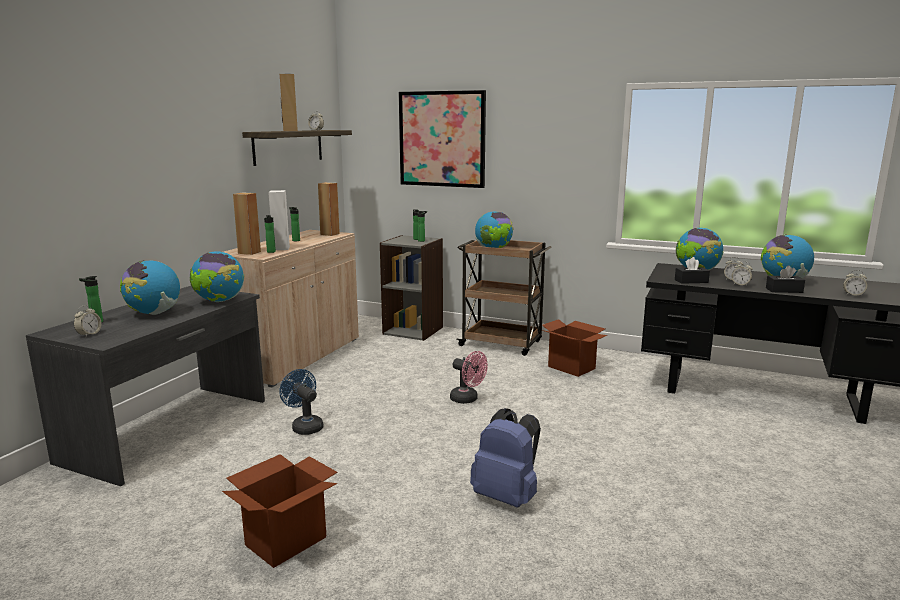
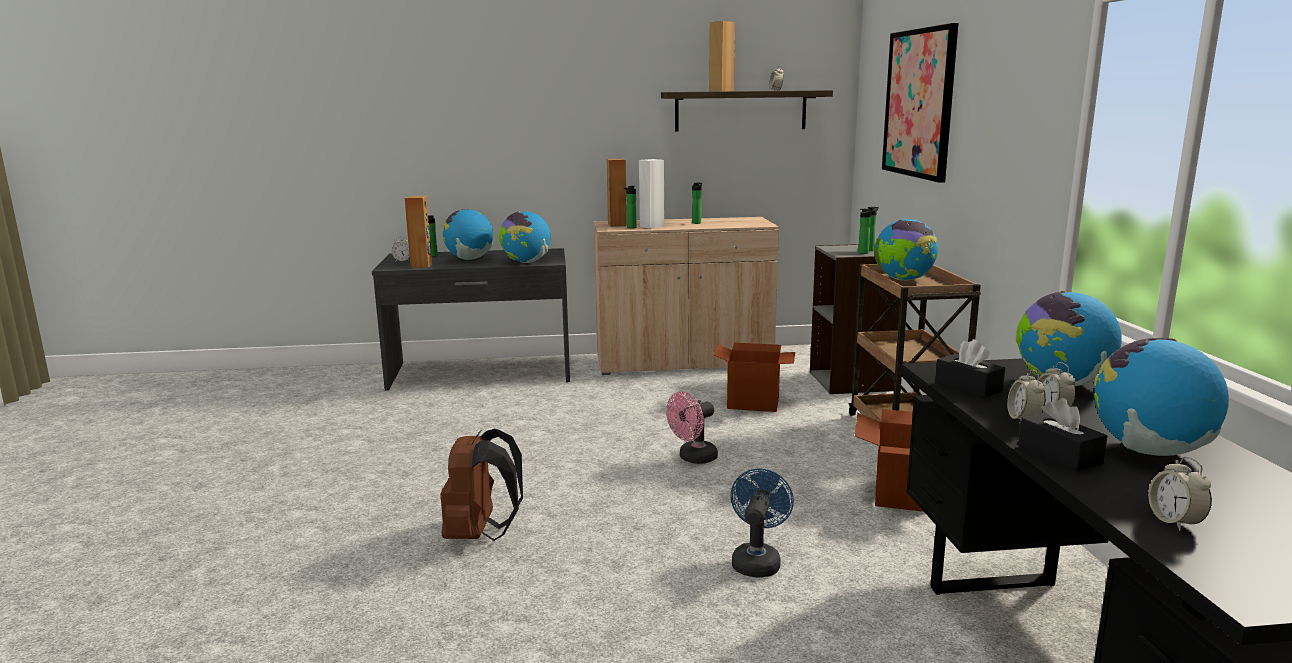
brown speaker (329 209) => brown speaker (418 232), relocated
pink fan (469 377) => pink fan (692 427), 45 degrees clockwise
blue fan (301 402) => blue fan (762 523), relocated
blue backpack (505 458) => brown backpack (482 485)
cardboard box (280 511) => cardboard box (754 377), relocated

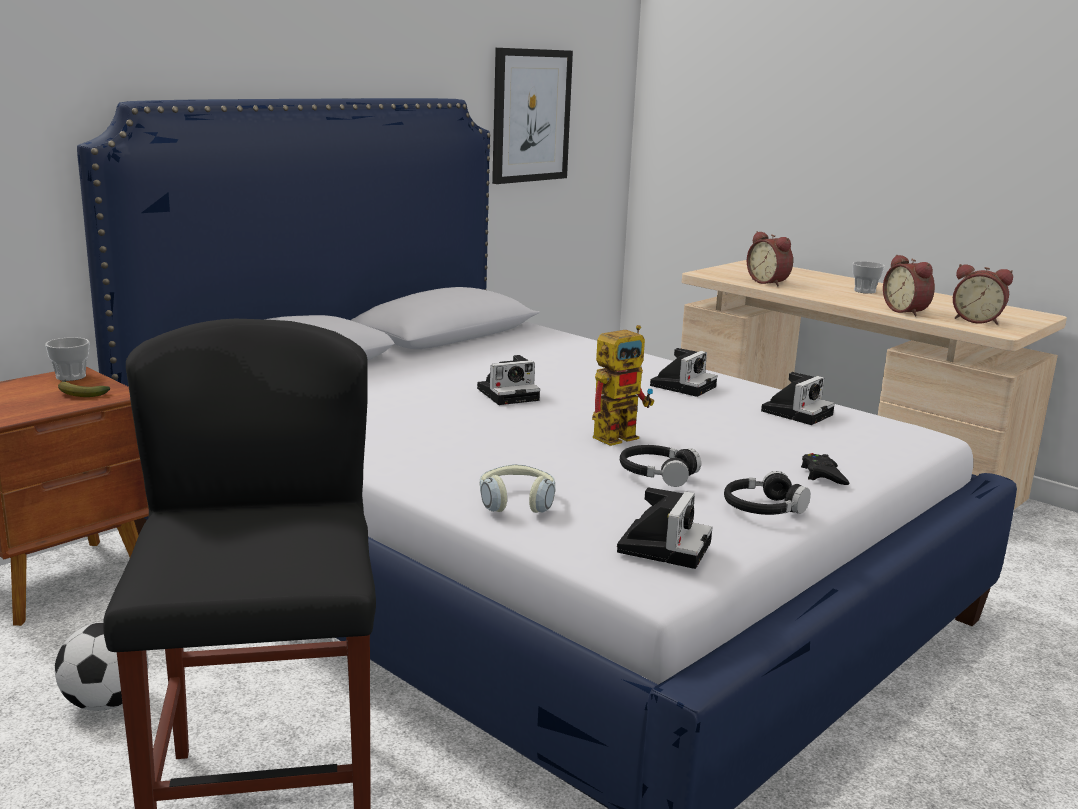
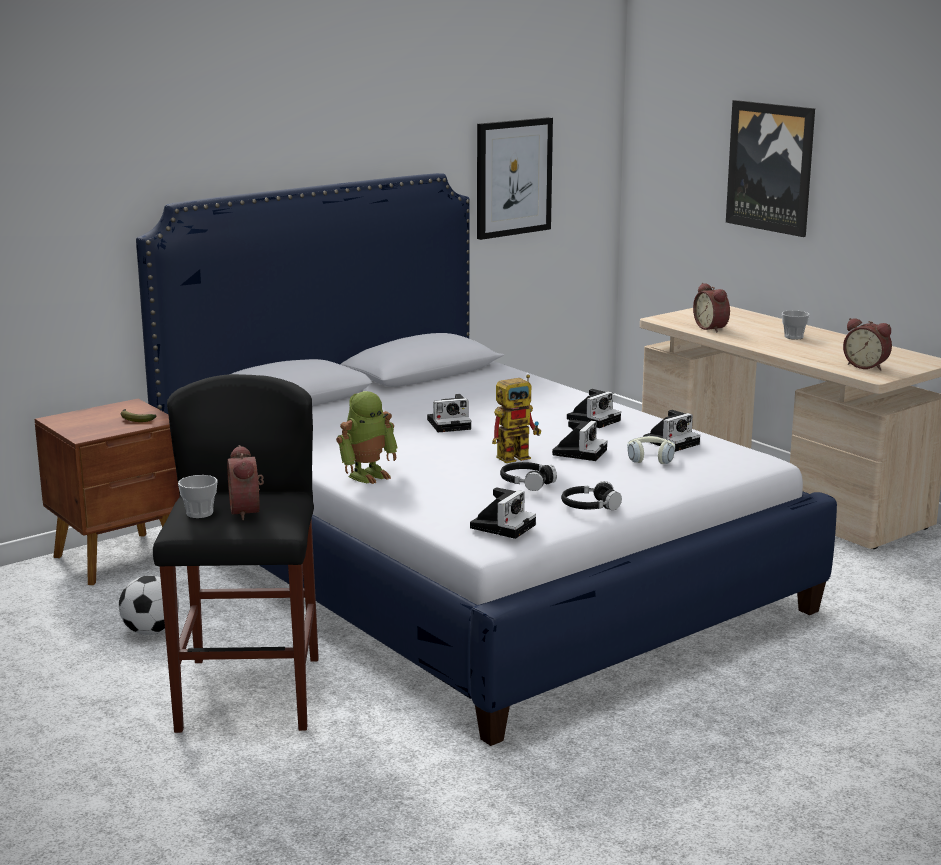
alarm clock (909 285) => alarm clock (245 482), relocated
cup (67 359) => cup (198 496), relocated
black game controller (825 469) => nothing
headphones (517 488) => headphones (651 450), relocated
nothing => picture (770 168)
nothing => toy robot (366 437)
nothing => photo camera (579 440)

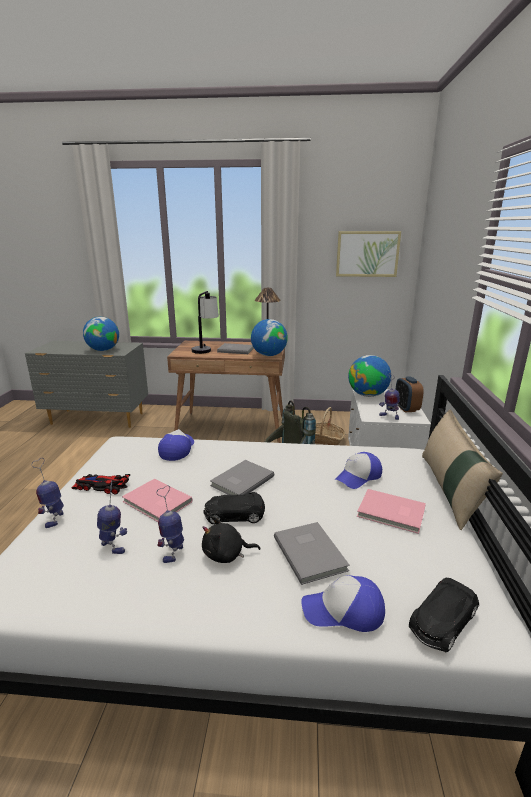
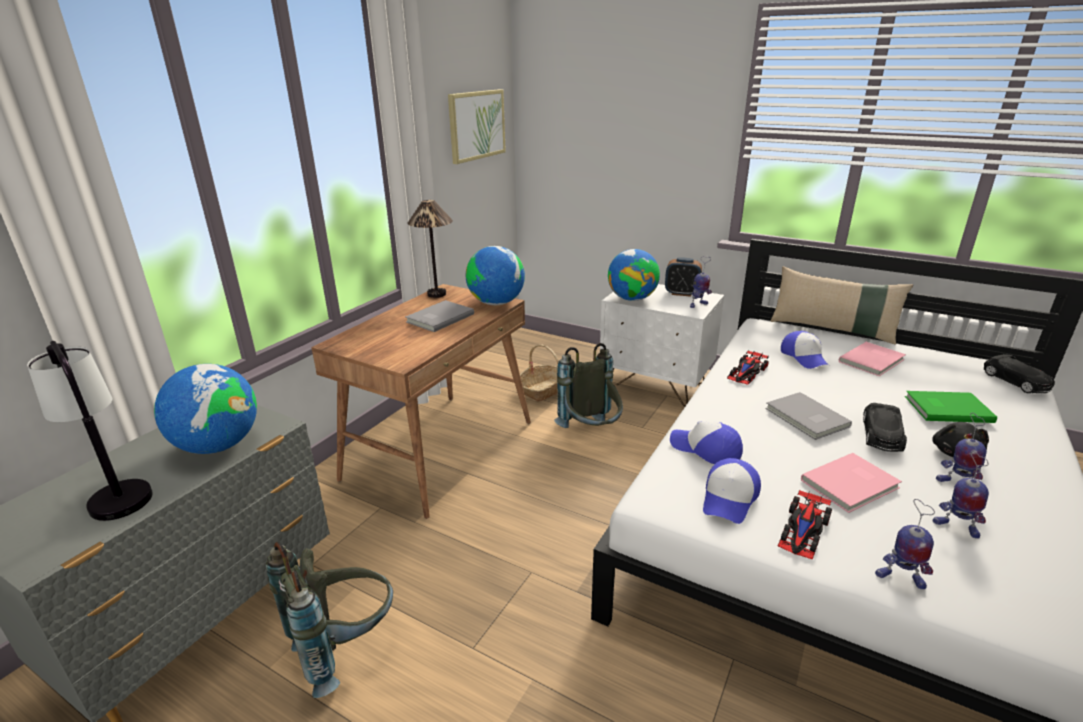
table lamp (205 322) => table lamp (90 431), relocated
toy robot (112 517) => toy robot (961 495), 120 degrees counterclockwise
grey book (312 553) => green book (951 407)
cap (343 603) => cap (732 491), relocated
nothing => toy car (748 368)
nothing => grey backpack (329 620)

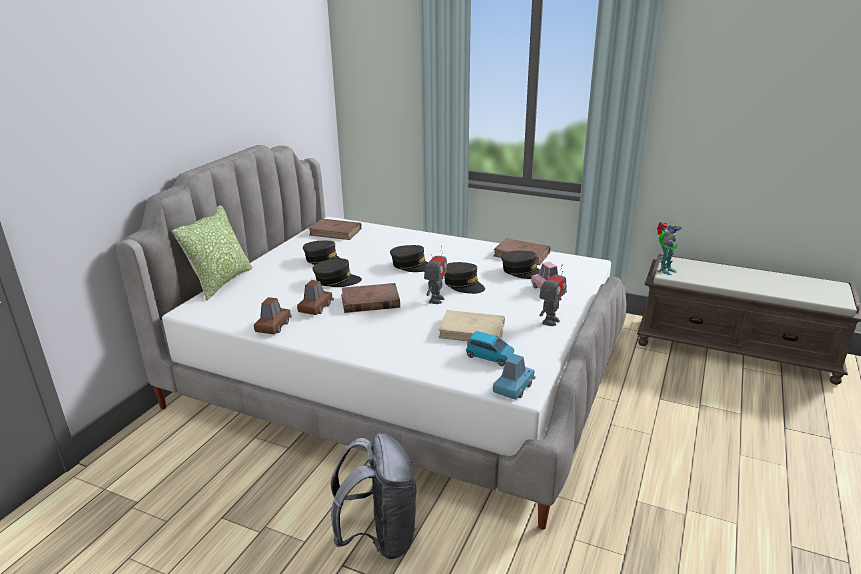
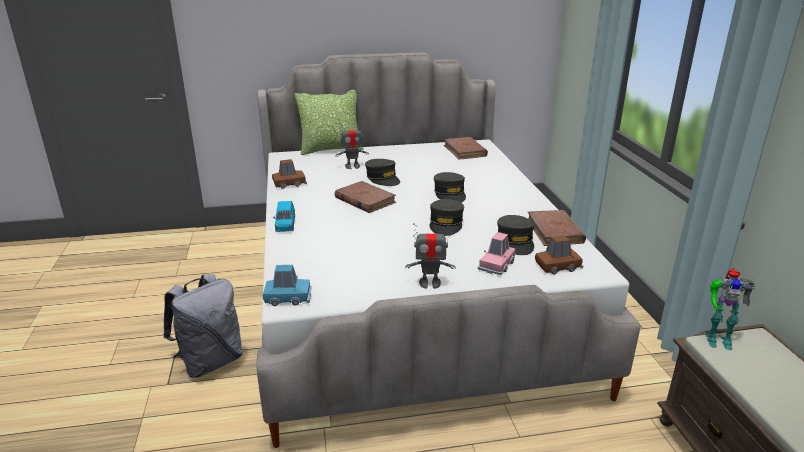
grey cap (322 253) => nothing
toy robot (435 274) => toy robot (352 146), relocated
brown toy car (315 297) => brown toy car (559 255), relocated
beige book (471 325) => nothing
blue toy car (490 348) => blue toy car (284 216), relocated

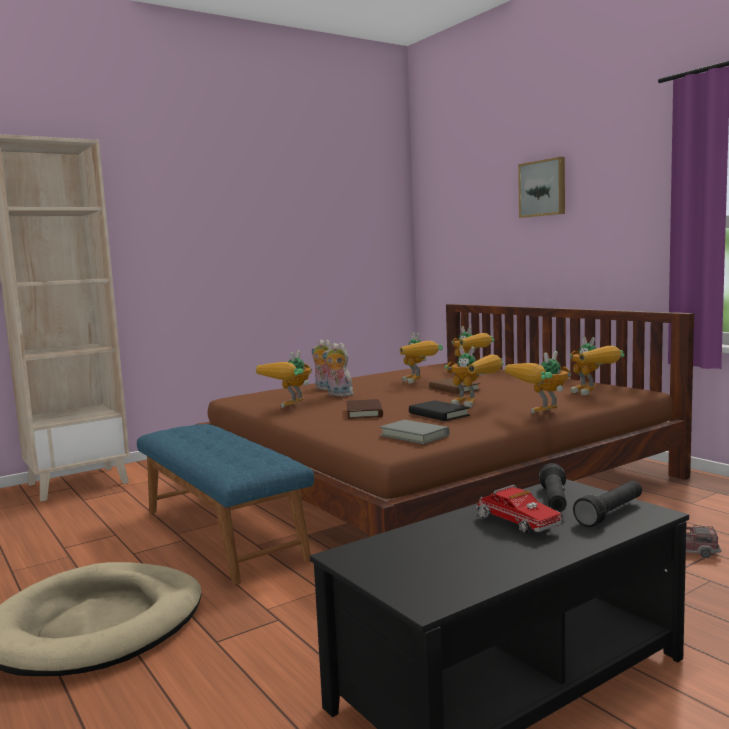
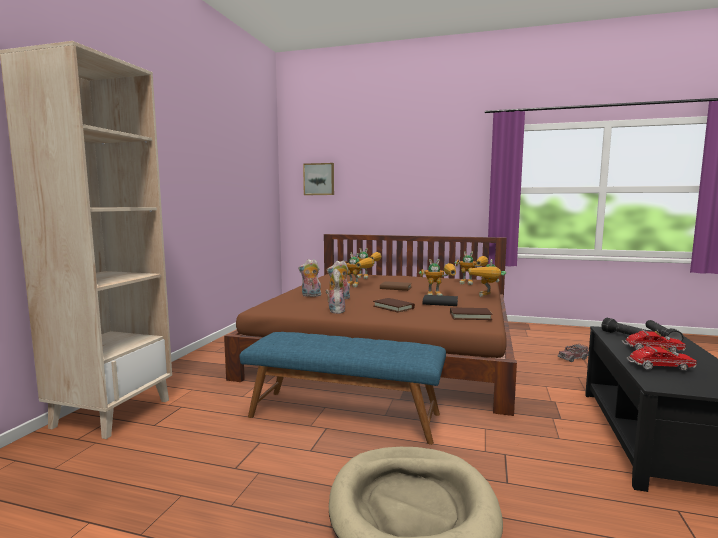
picture (541 187) => picture (318 179), relocated
toy robot (284 379) => plush toy (335 291)
grey book (414 432) => brown book (471 313)
nothing => toy truck (662 358)

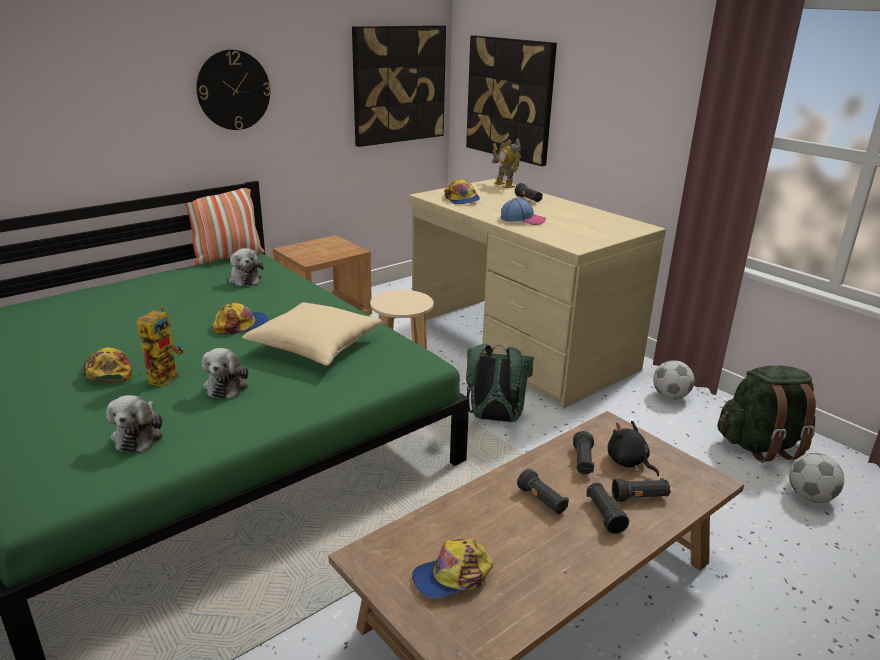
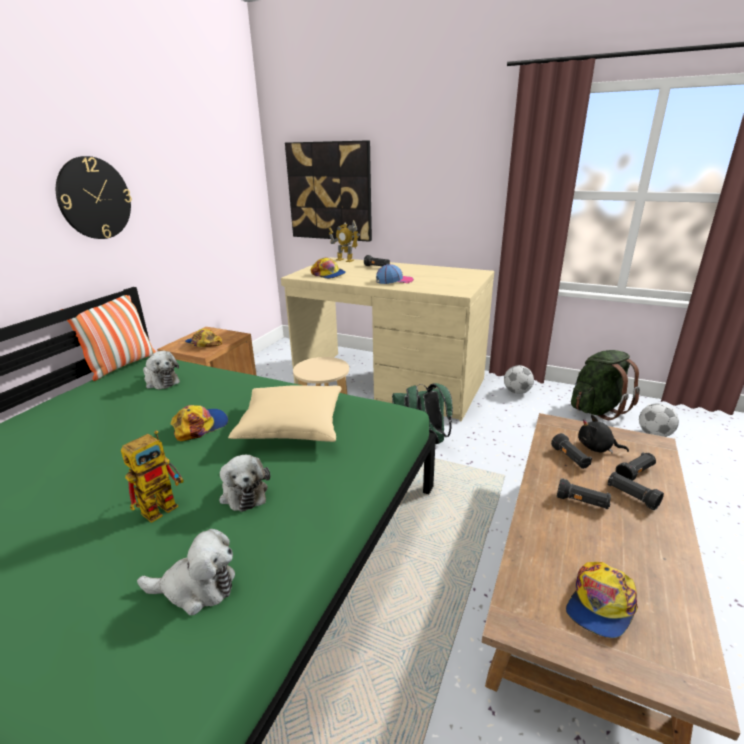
picture (399 86) => nothing
toy robot (160 346) => toy robot (152 476), 45 degrees clockwise
cap (107 364) => cap (203 338), relocated
plush toy (134 423) => plush toy (186 572), 60 degrees counterclockwise

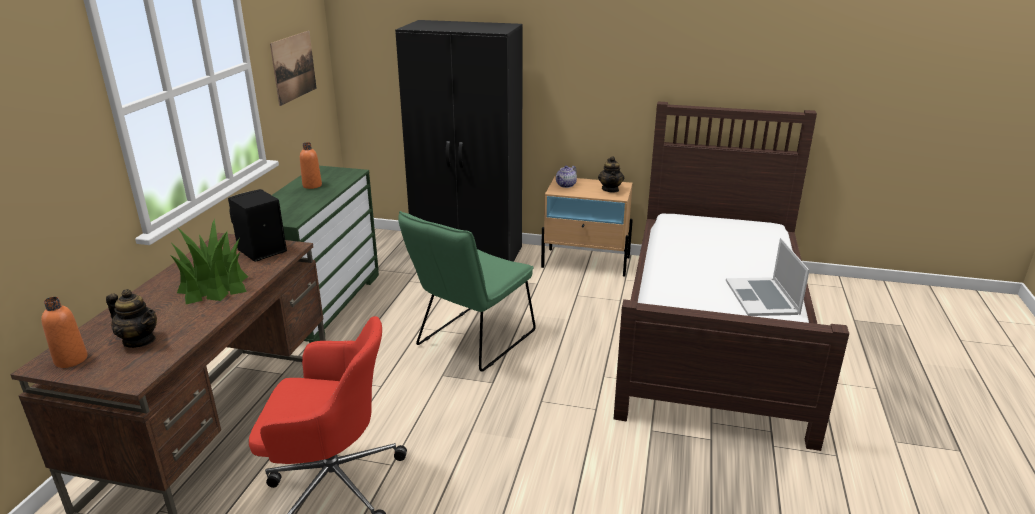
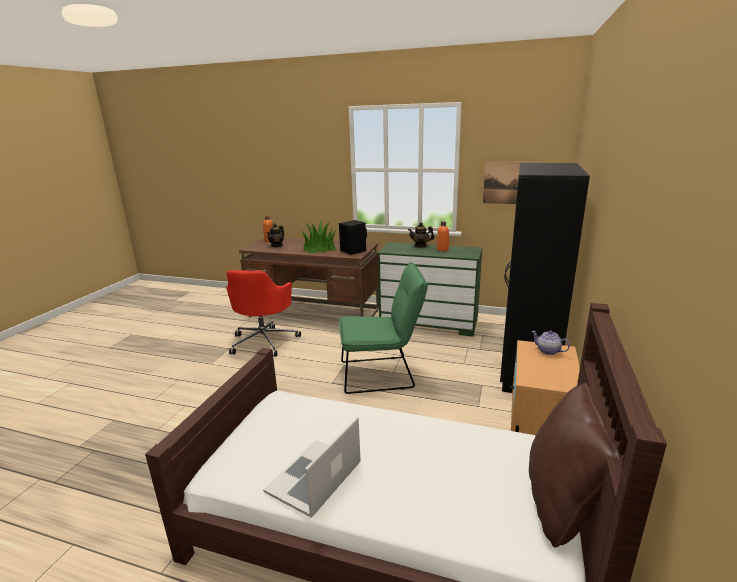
teapot (611 174) => teapot (421 235), relocated
green chair (467 291) => green chair (383 328), 135 degrees clockwise
laptop (768 277) => laptop (312 467), 60 degrees counterclockwise
nothing => brown pillow (575 465)

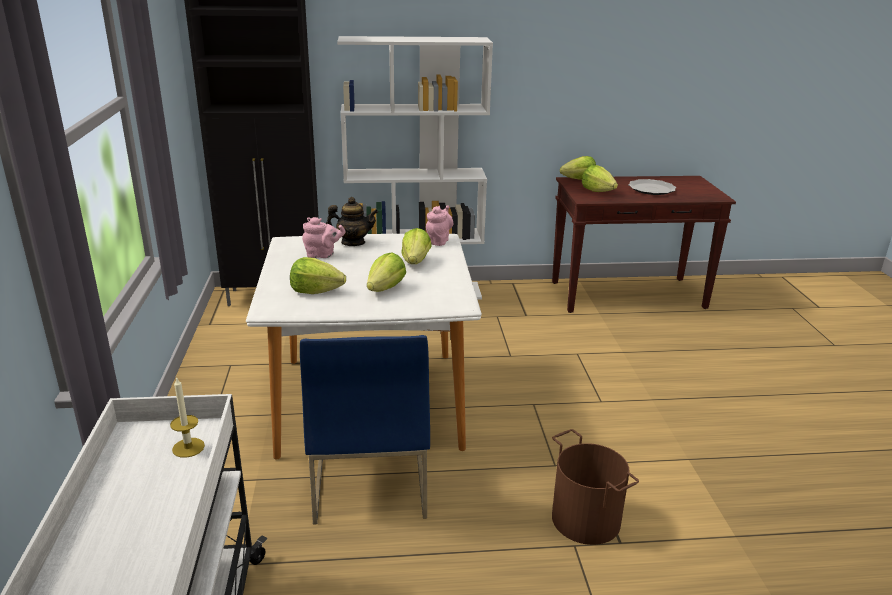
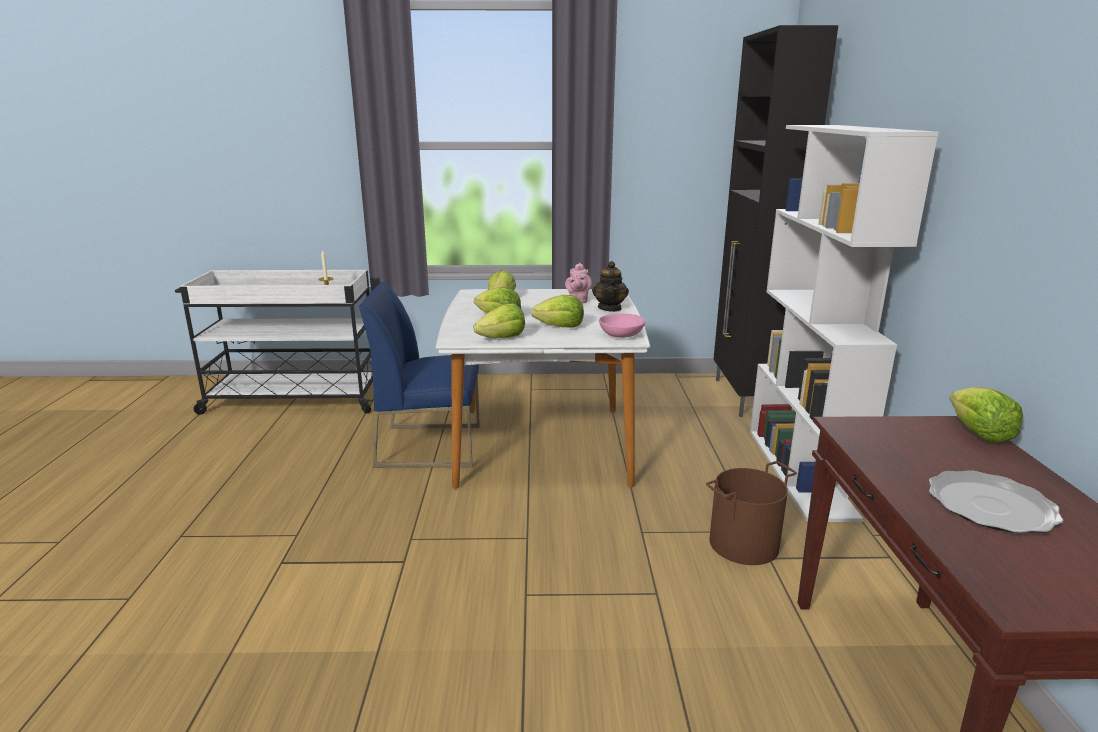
lettuce (600 178) => lettuce (499 320), relocated
pink teapot (439 225) => pink bowl (622 326)
brown bucket (595 487) => brown bucket (751 513), relocated

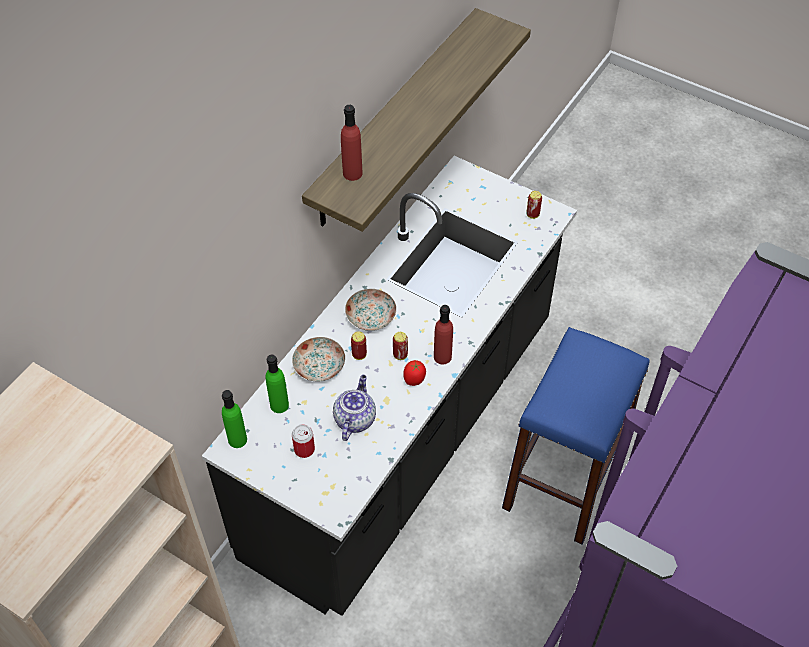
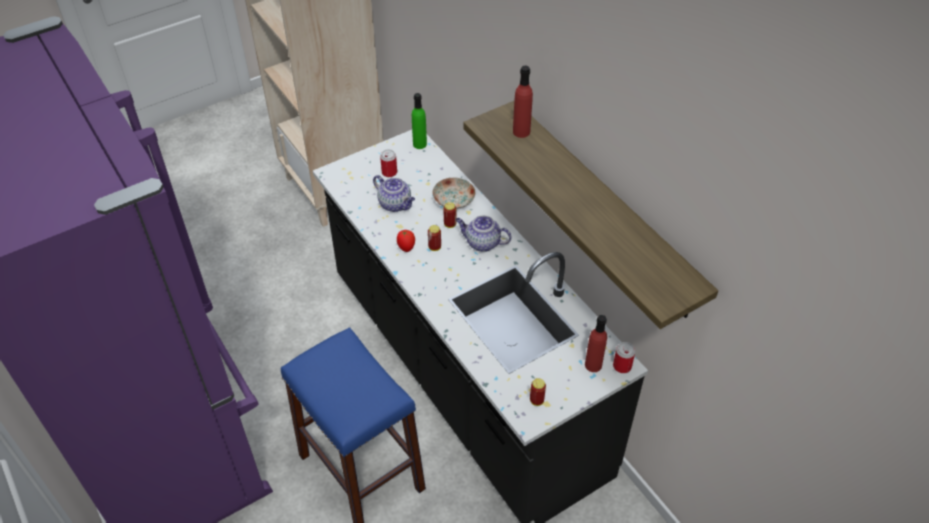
plate (370 310) => teapot (484 234)
red bottle (443 334) => red bottle (596 343), relocated
green bottle (277 383) => nothing
nothing => can (624 357)

